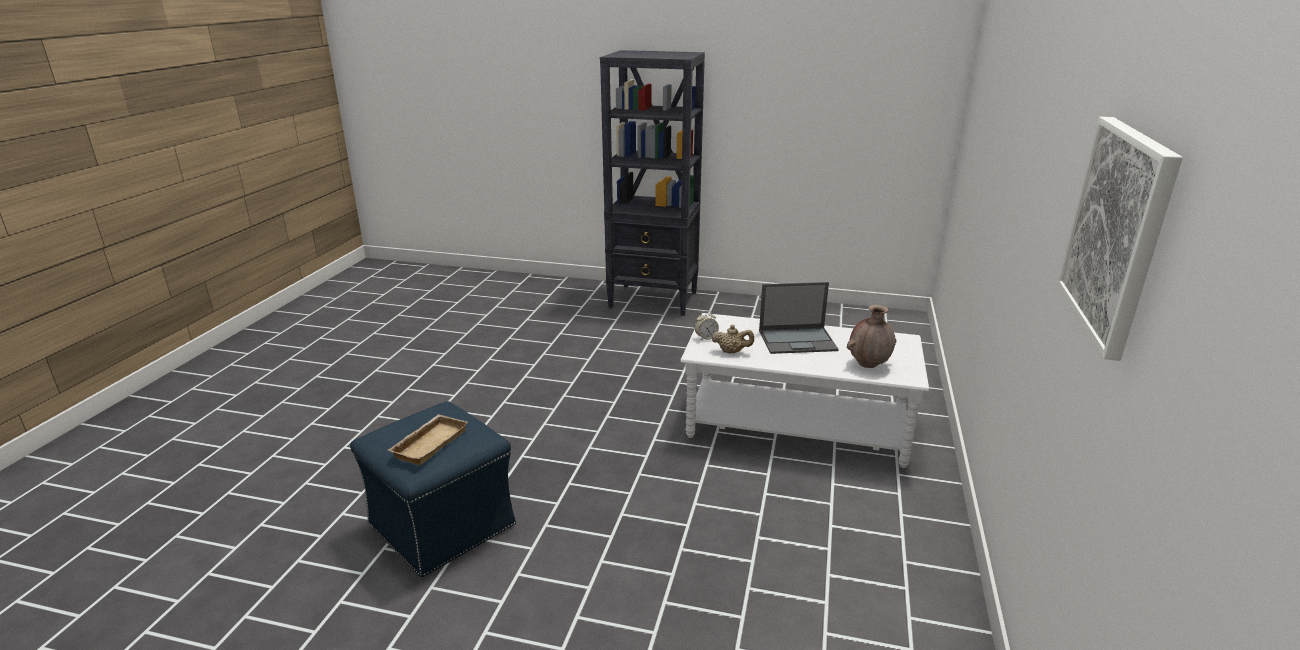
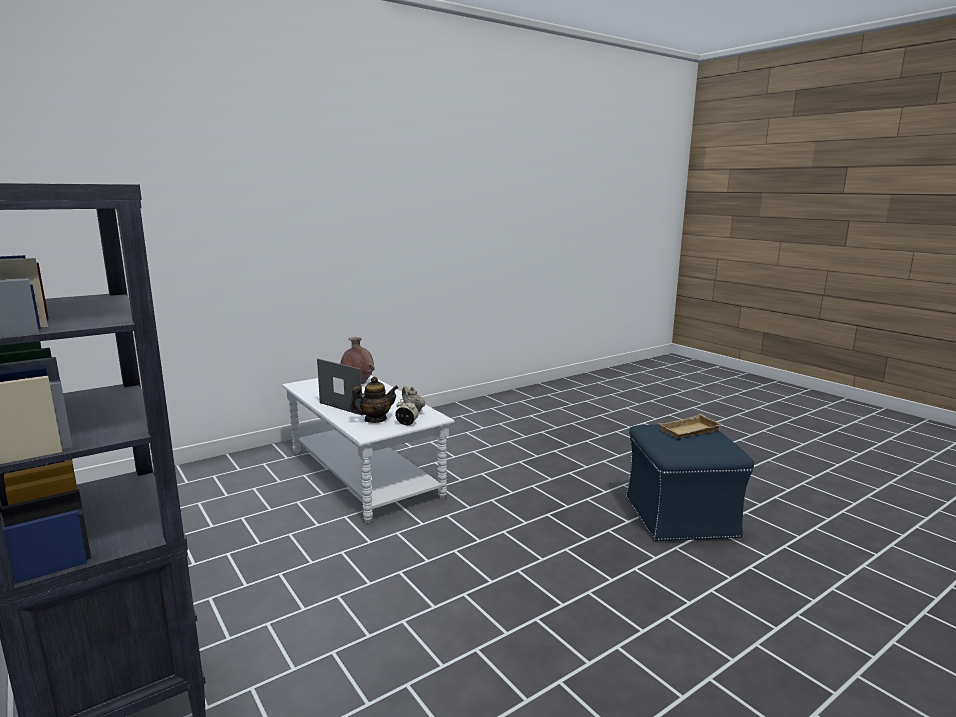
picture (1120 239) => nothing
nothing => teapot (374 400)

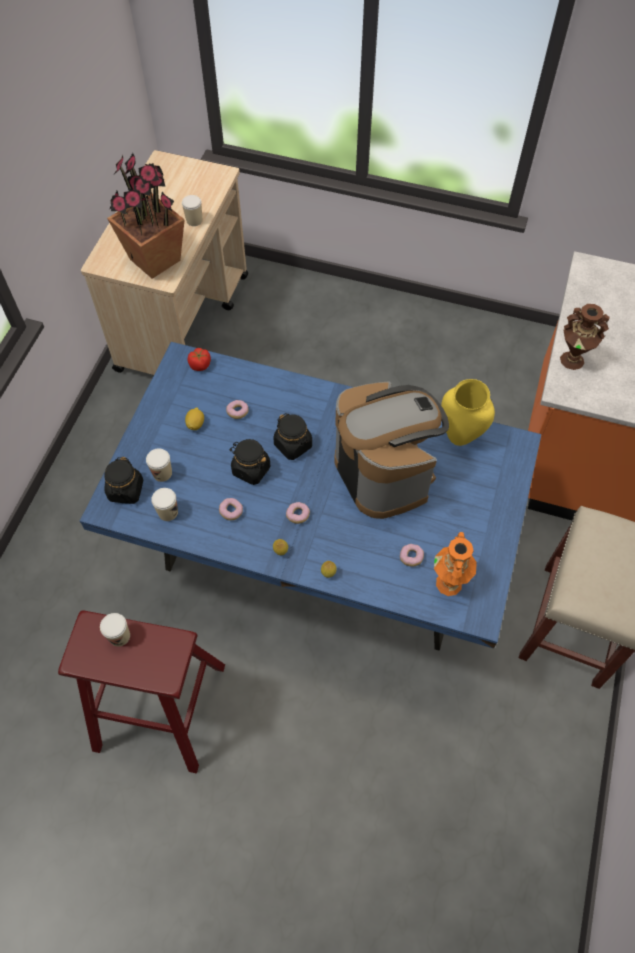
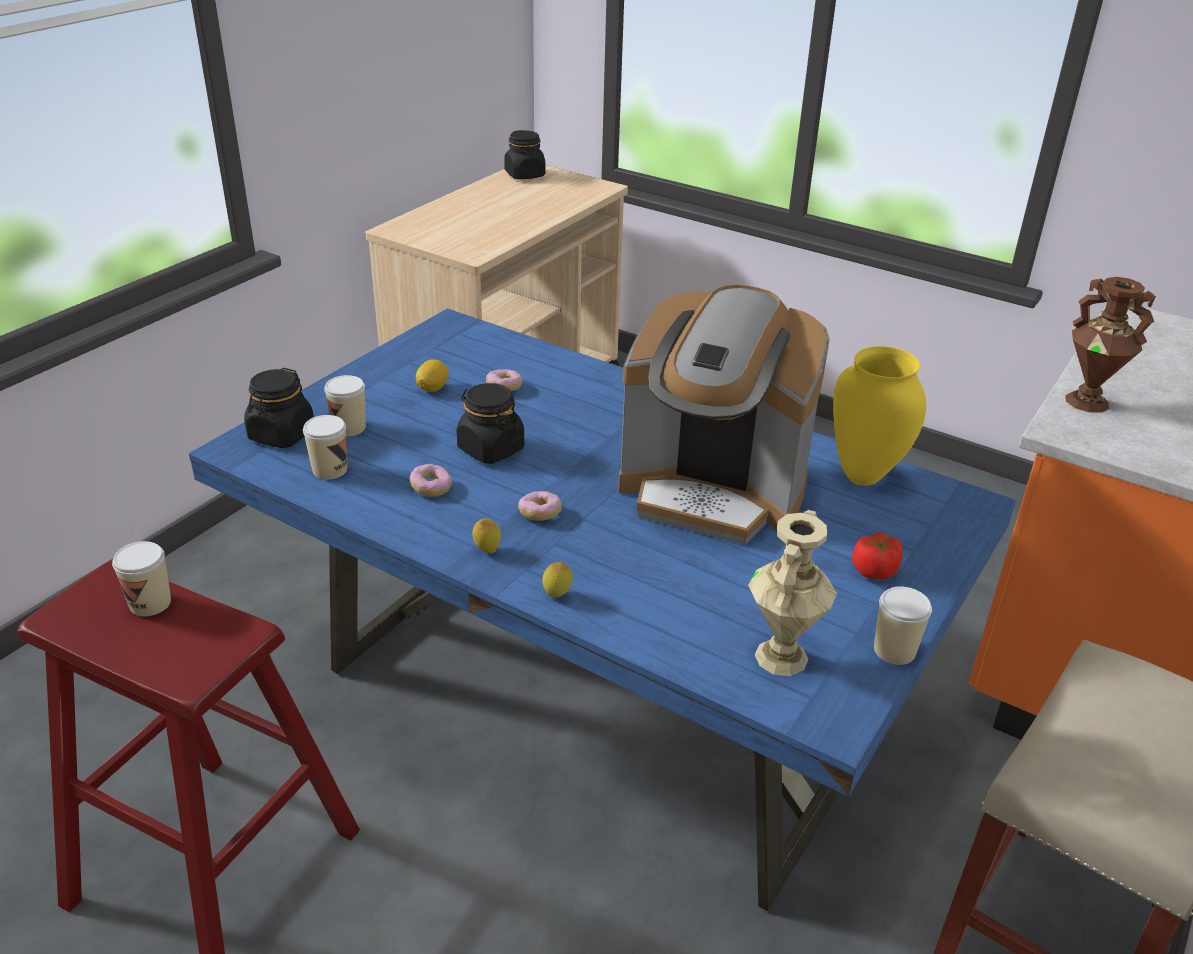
potted plant (146 216) => nothing
cup (192 210) => cup (903 625), relocated
tomato (199 359) => tomato (877 556), relocated
coffee machine (391 450) => coffee machine (724 415), 120 degrees clockwise
black jar (292 436) => black jar (524 154), relocated
orange vase (455 564) => beige vase (792 593)
donut (412 555) => nothing

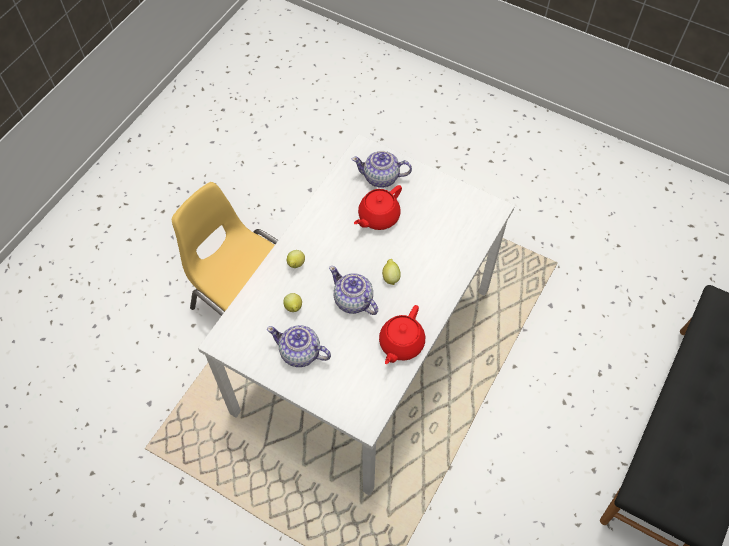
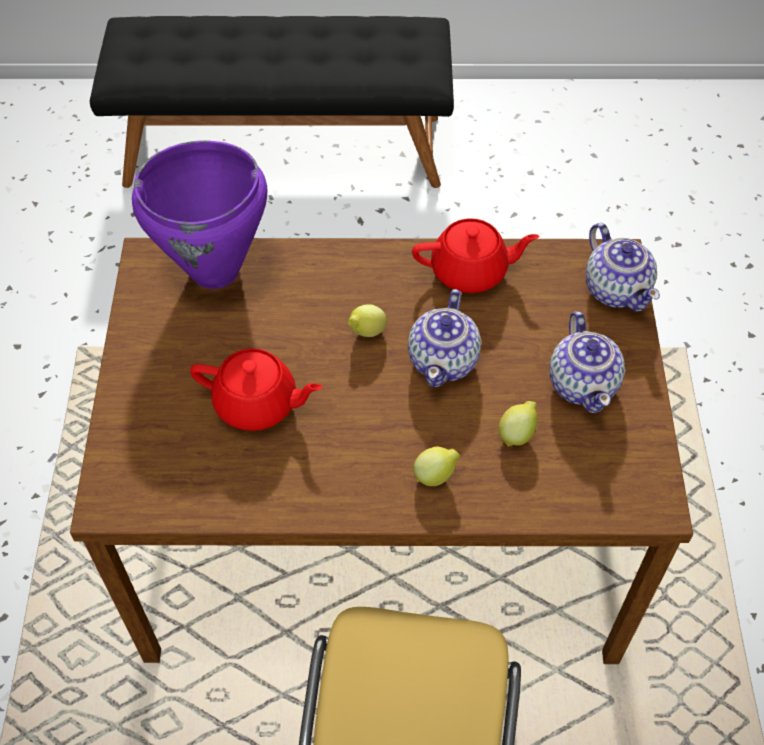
white dining table (356 315) => brown dining table (381 451)
teapot (382 169) => teapot (623 267), relocated
nothing => purple cooking pot (199 215)

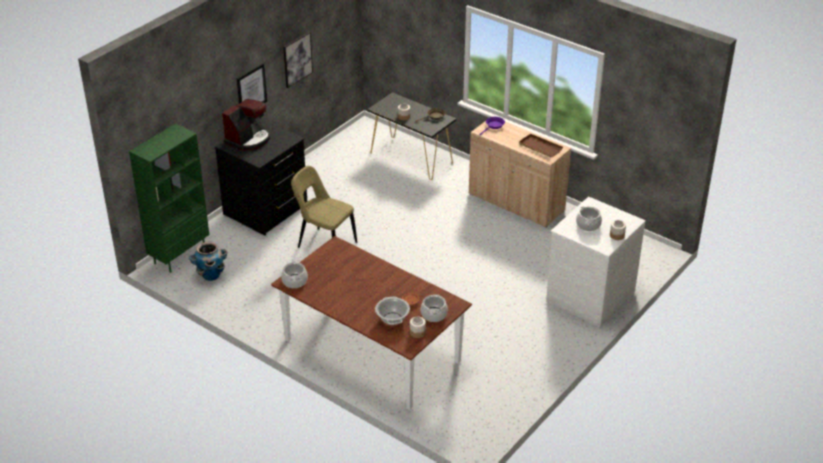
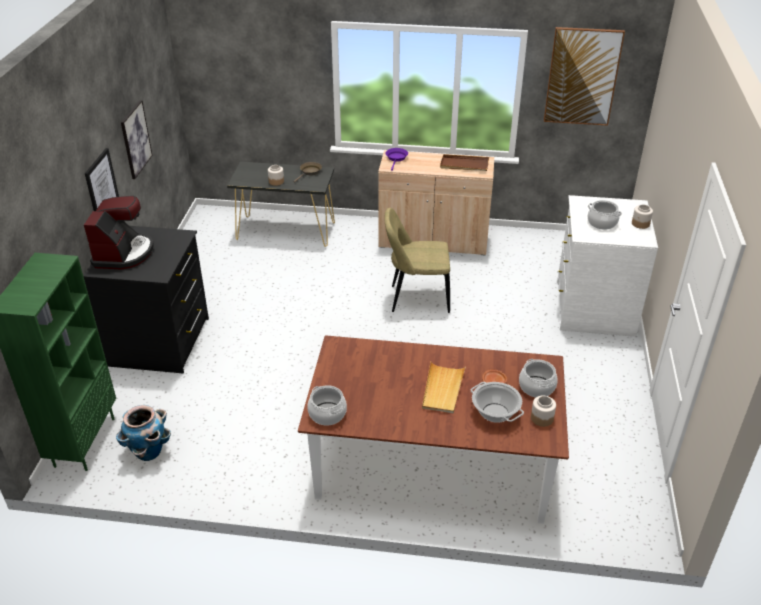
beige chair (324 207) => beige chair (417 260), relocated
nothing => picture (584 76)
nothing => beige tray (444 388)

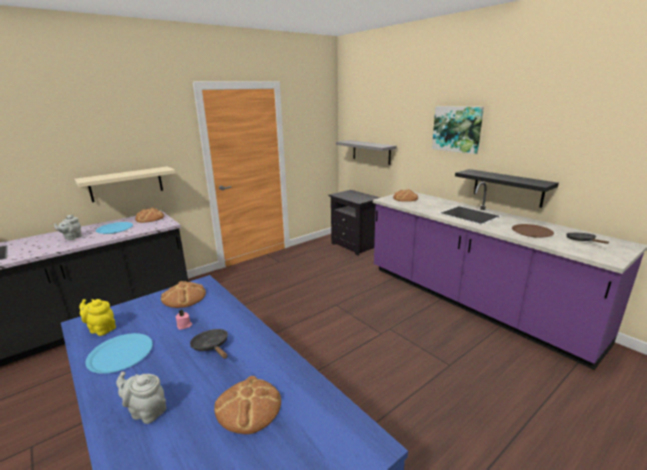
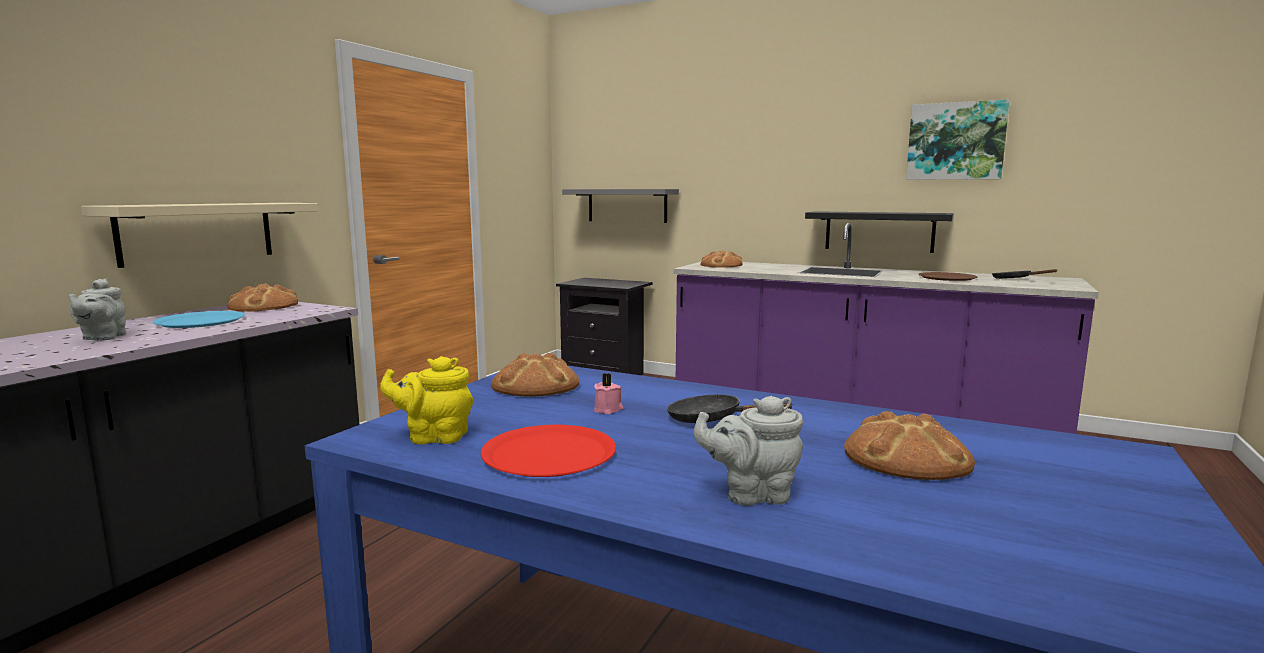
picture (458 130) => picture (958 139), relocated
blue plate (119 353) => red plate (548 451)

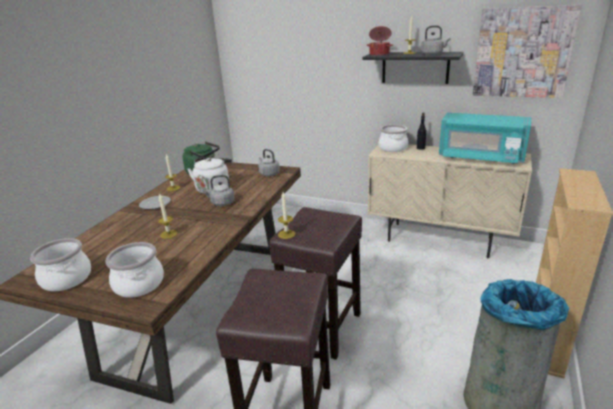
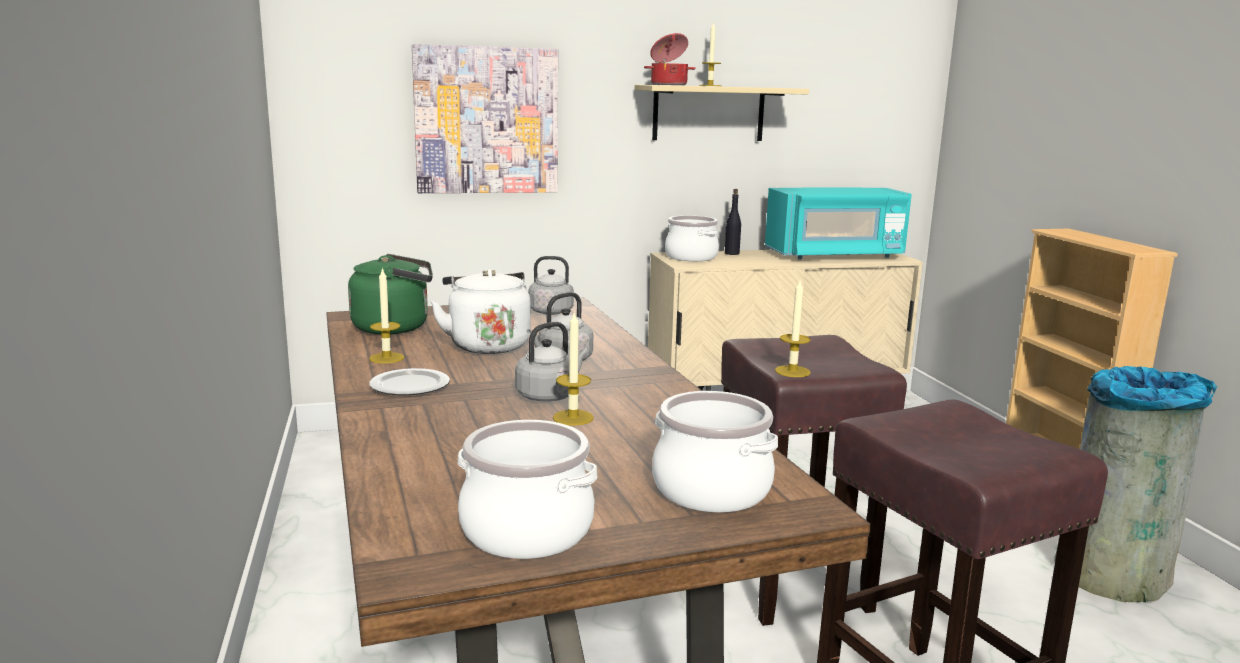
picture (527 51) => picture (485 118), relocated
grey kettle (436 40) => grey kettle (552 362), relocated
black shelf (412 68) => beige shelf (722 113)

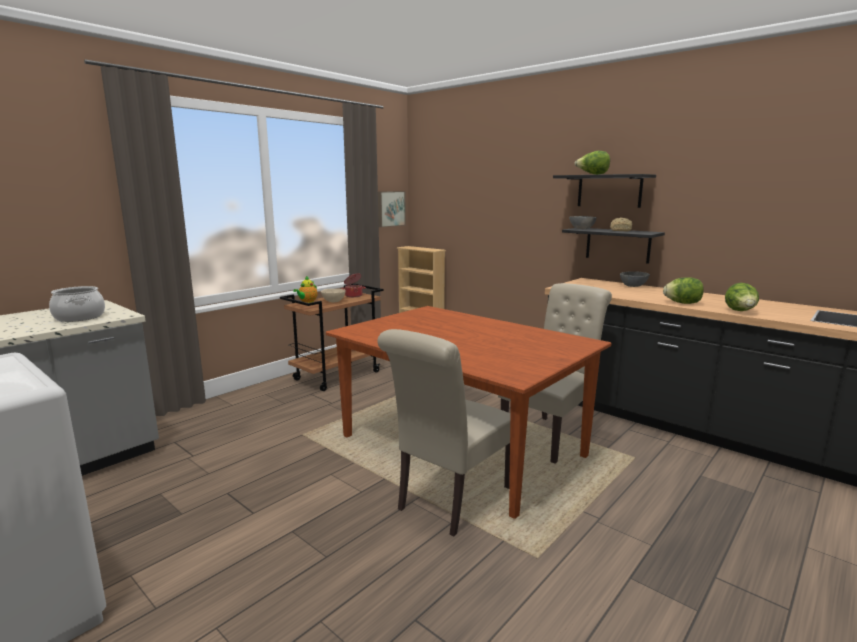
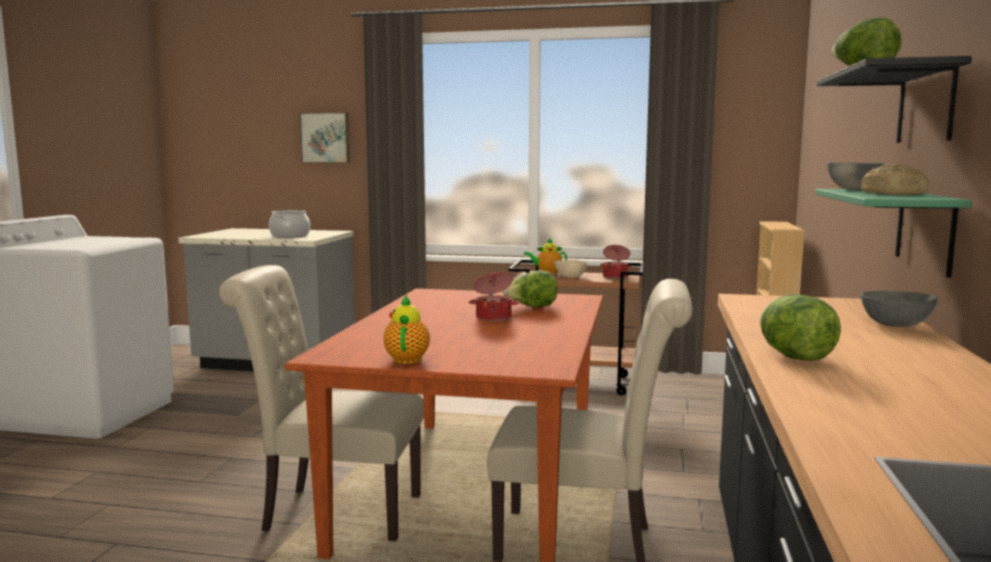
picture (392 209) => picture (324 137), relocated
black shelf (613 246) => green shelf (893 233)
lettuce (742 297) => lettuce (530 289), relocated
nothing => cooking pot (493 296)
nothing => teapot (406 329)

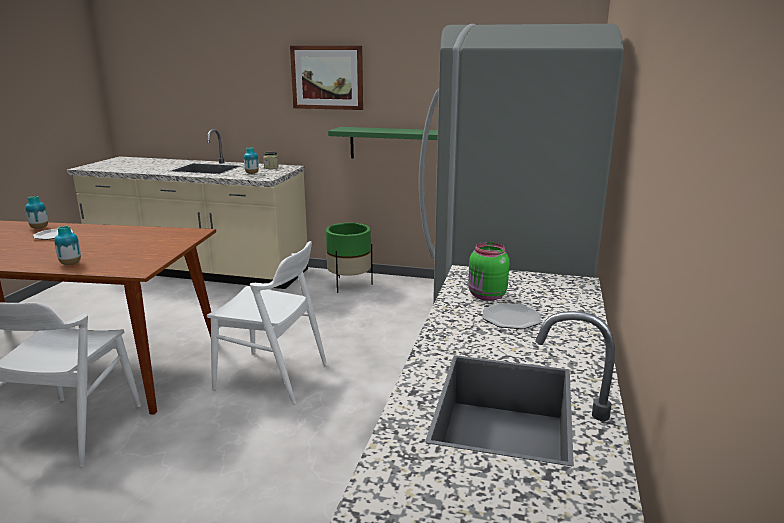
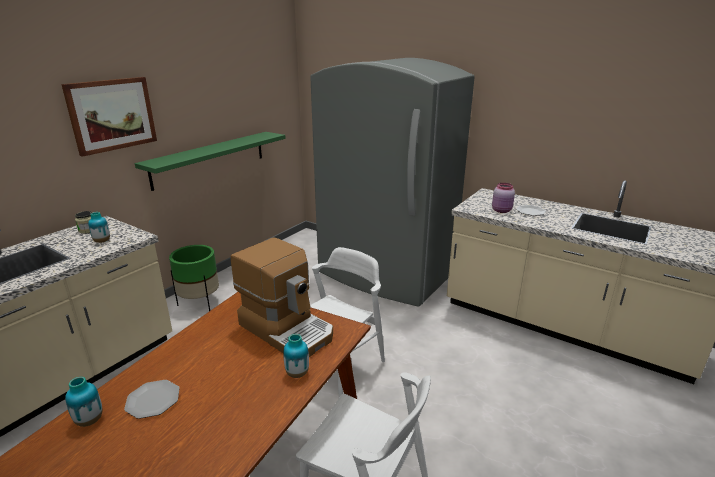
green jar (489 271) => pink jar (503 198)
nothing => coffee machine (282 297)

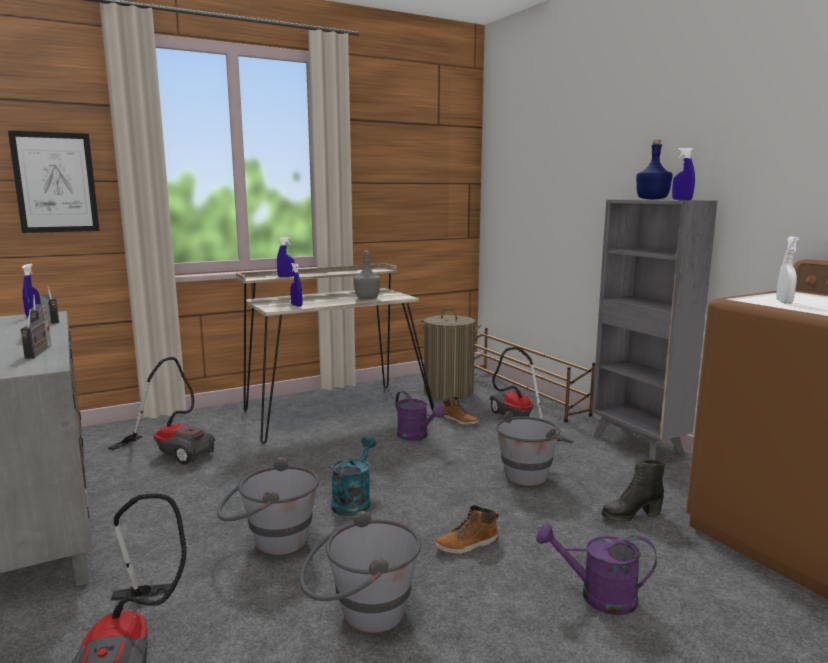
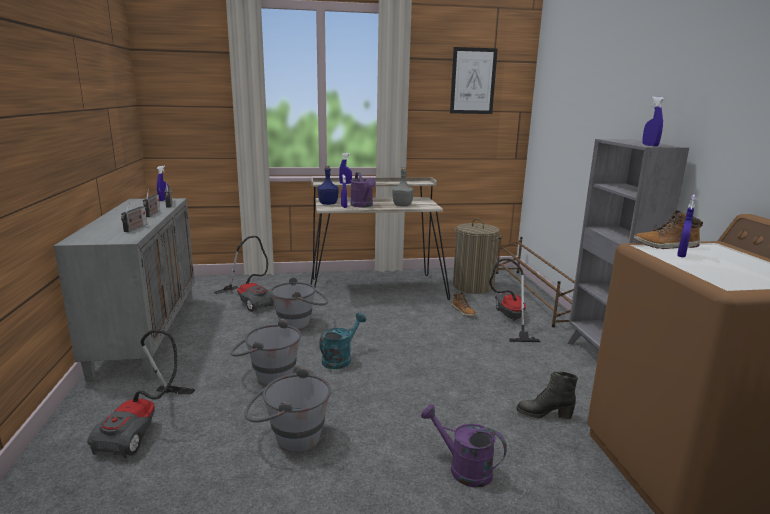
picture (53 182) => picture (474 80), relocated
blue bottle (654 169) => blue bottle (328 185), relocated
white spray bottle (787 270) => blue spray bottle (686 226)
purple watering can (420 416) => purple watering can (363 189), relocated
grey bucket (535 448) => grey bucket (299 303), relocated
boot (466 529) => boot (668 229), relocated

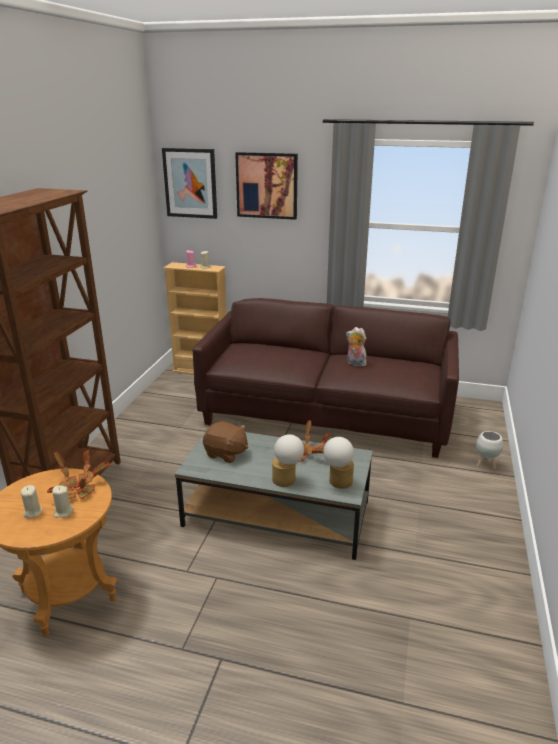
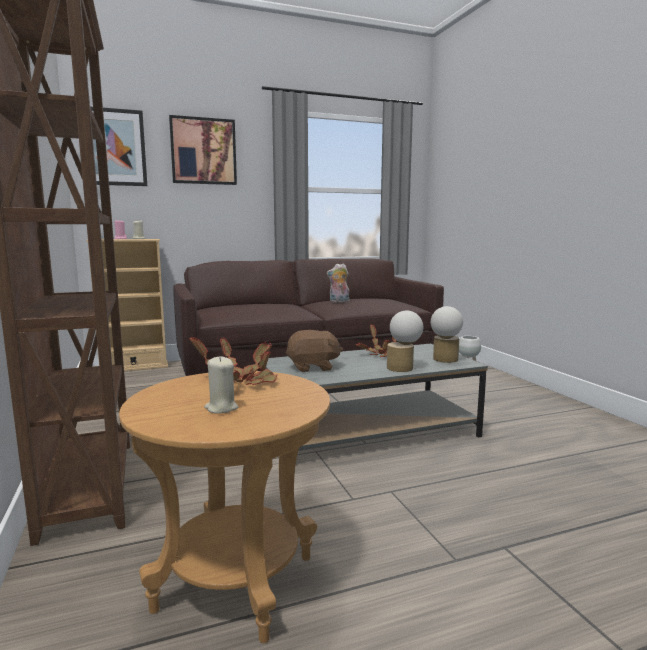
beige candle (63 502) => nothing

